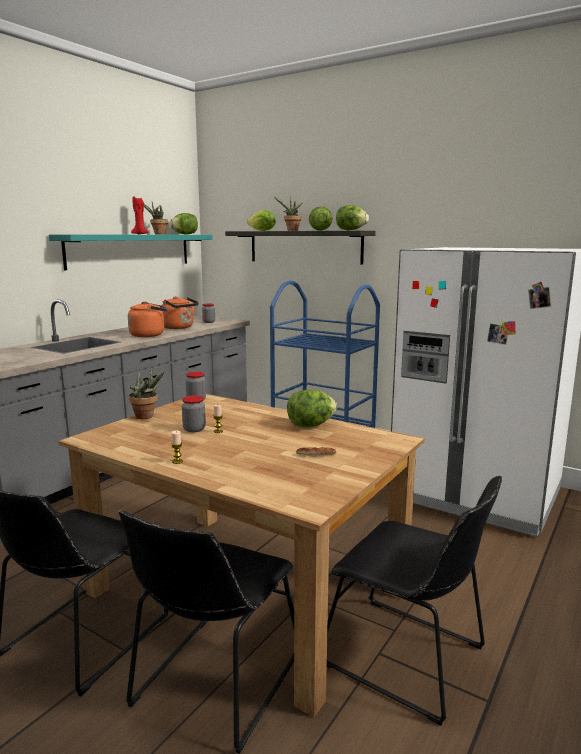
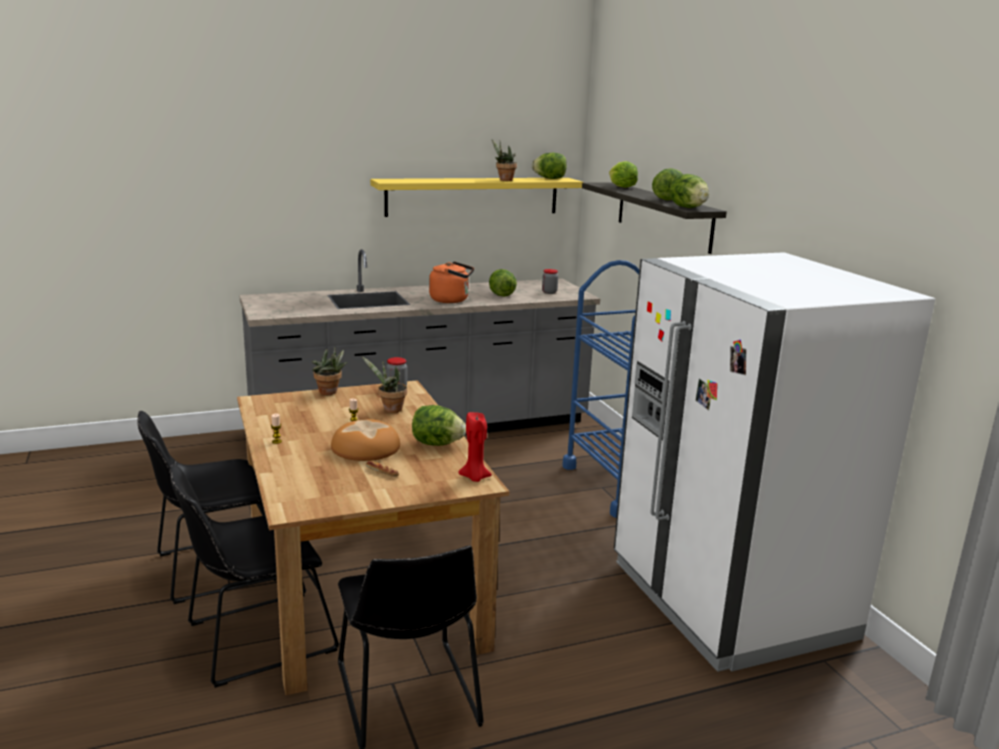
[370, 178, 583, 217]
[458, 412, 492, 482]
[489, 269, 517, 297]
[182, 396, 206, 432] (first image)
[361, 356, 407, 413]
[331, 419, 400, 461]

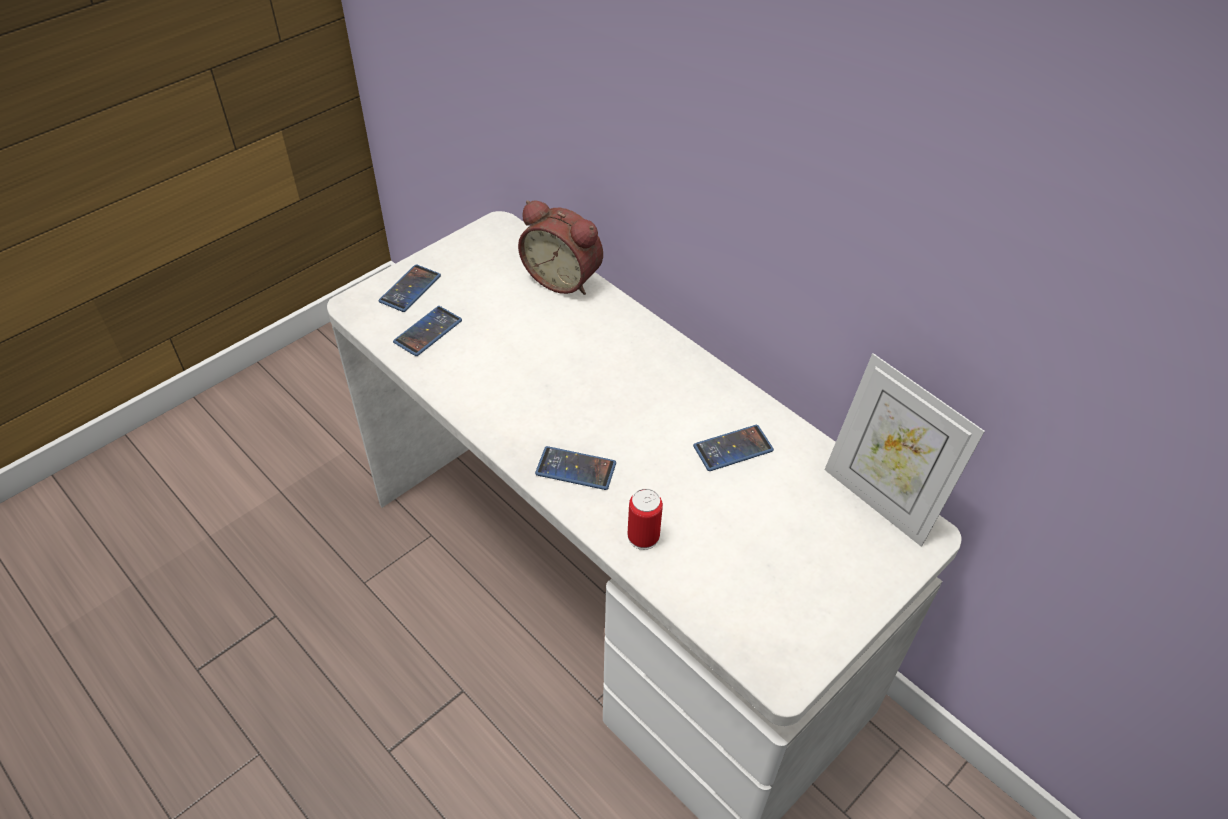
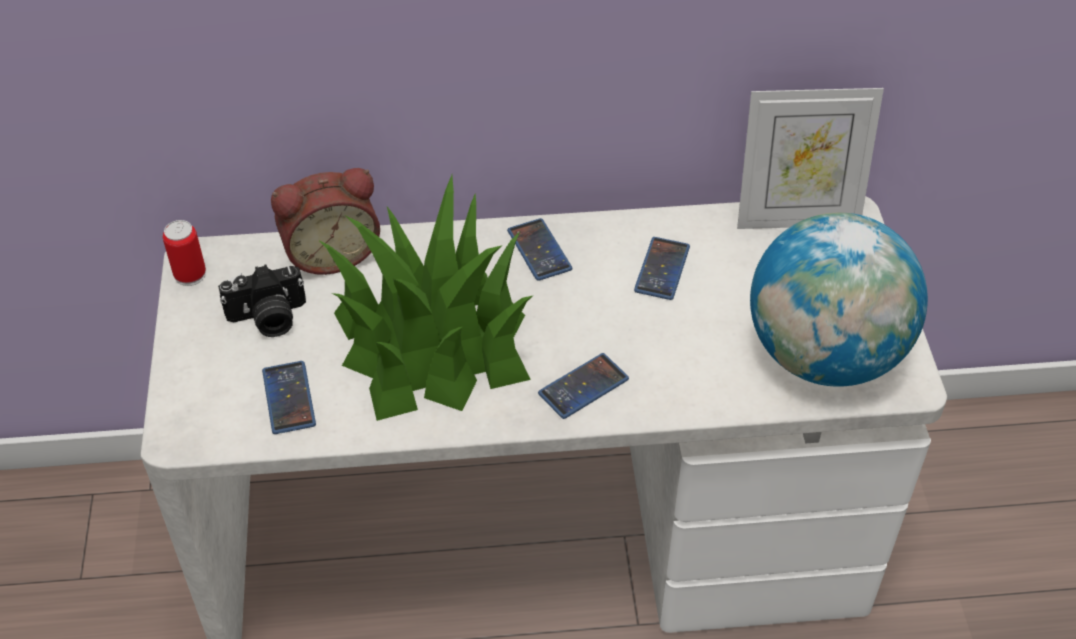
[507, 218, 573, 281]
[163, 220, 206, 286]
[218, 265, 306, 337]
[318, 175, 534, 421]
[750, 212, 928, 387]

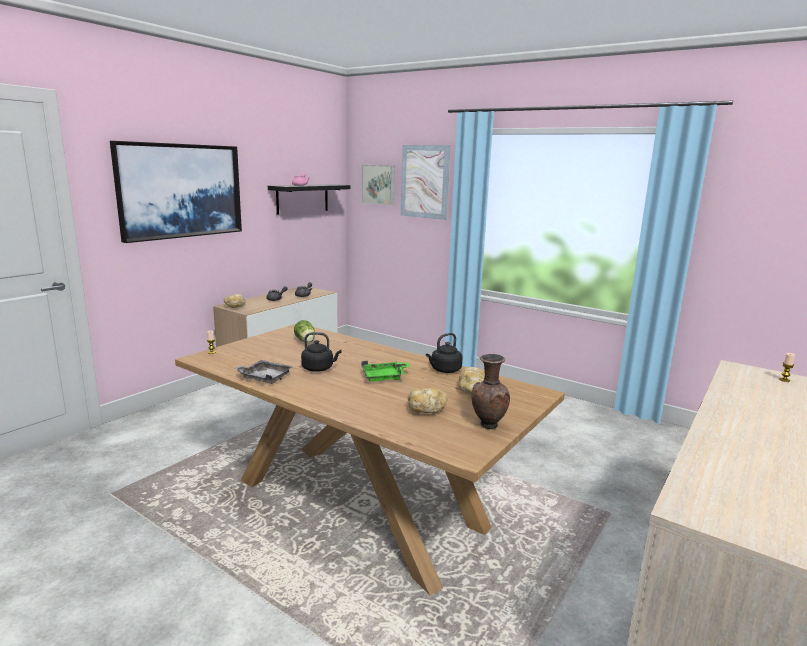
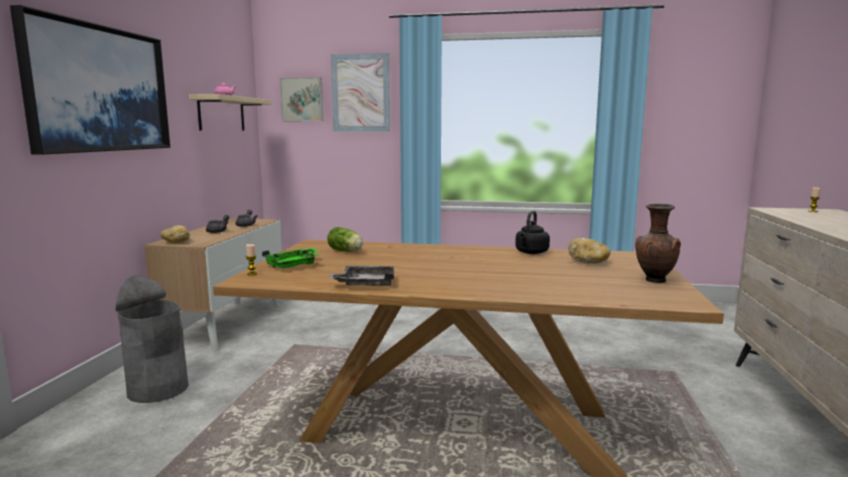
[189, 94, 272, 131]
[301, 332, 342, 372] (first image)
[262, 248, 319, 268]
[408, 387, 448, 413] (first image)
[116, 275, 189, 403]

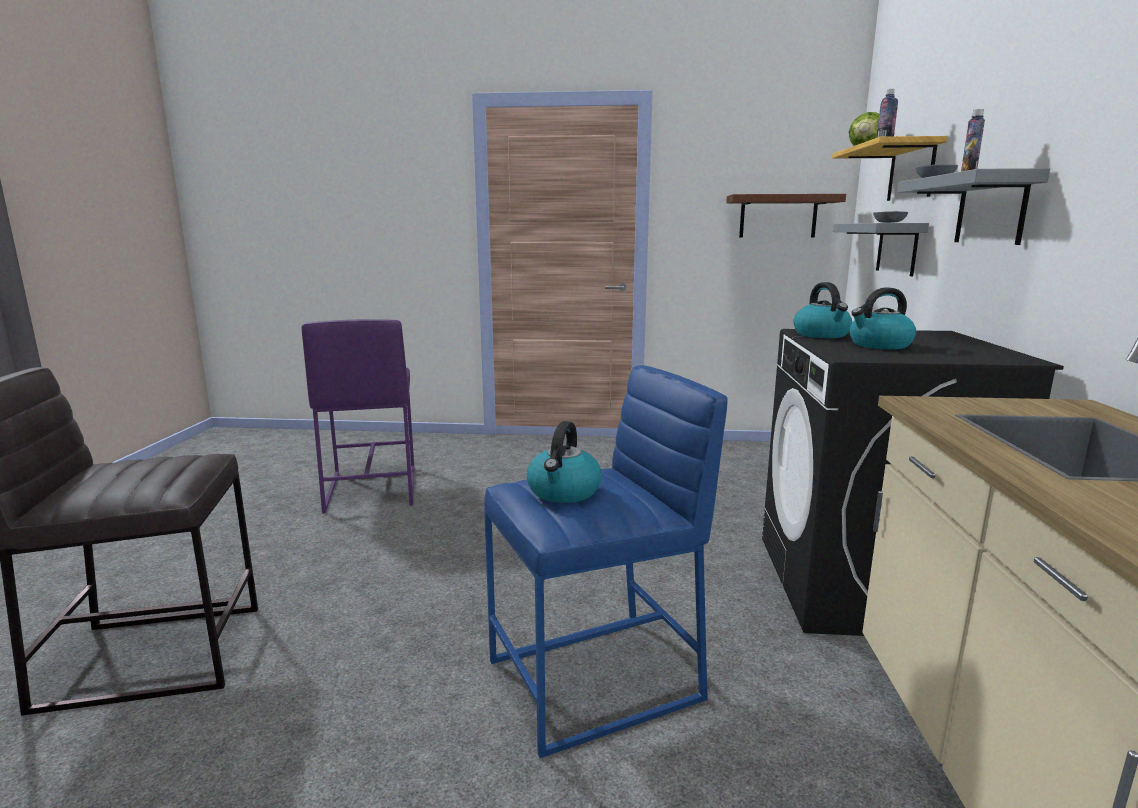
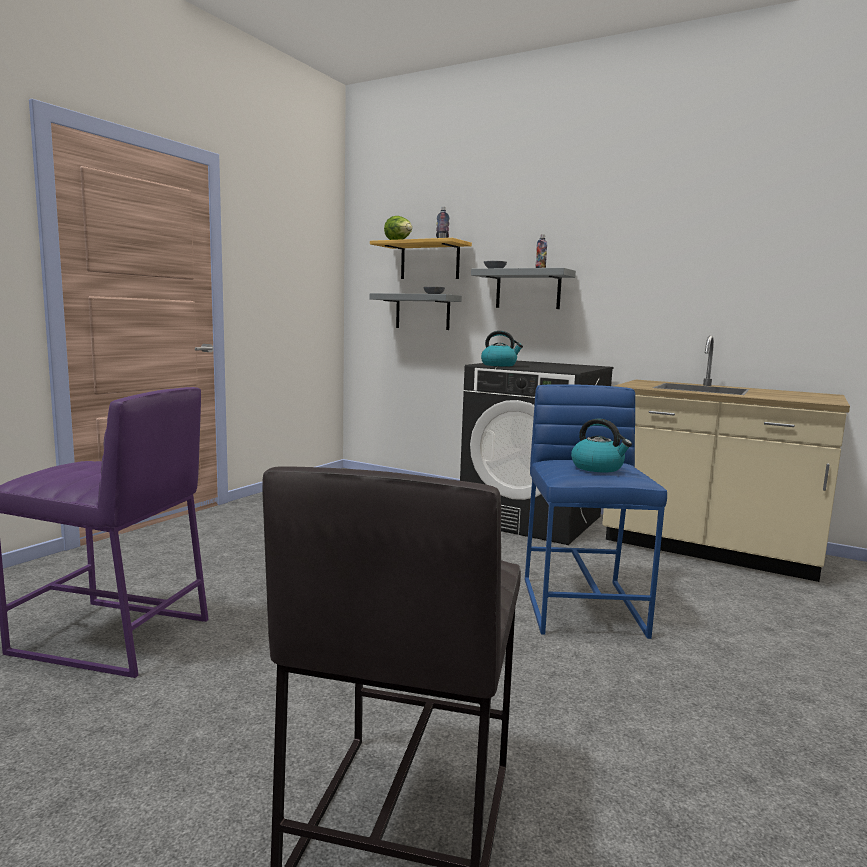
[726, 194, 846, 238] (first image)
[850, 287, 916, 349] (first image)

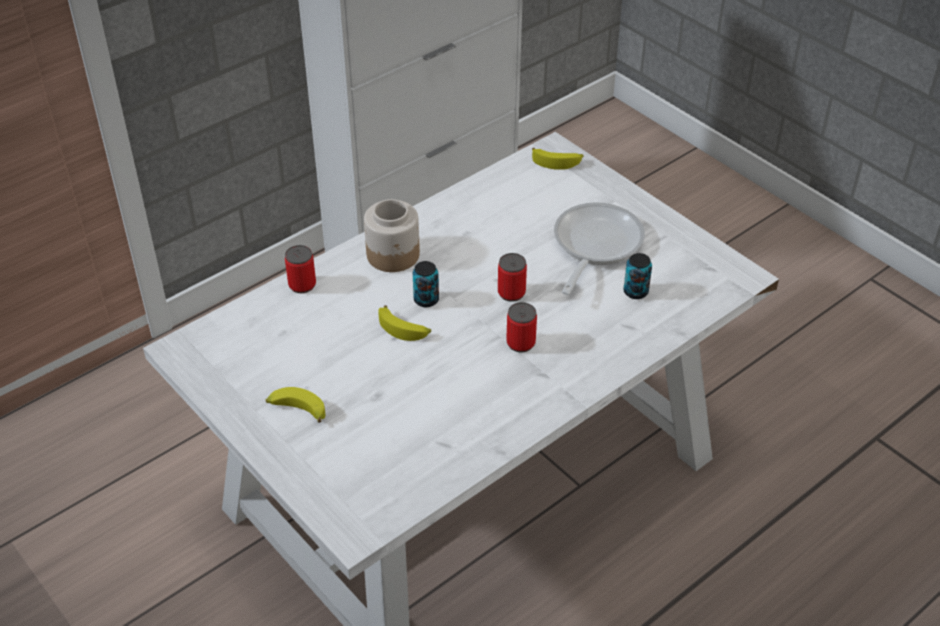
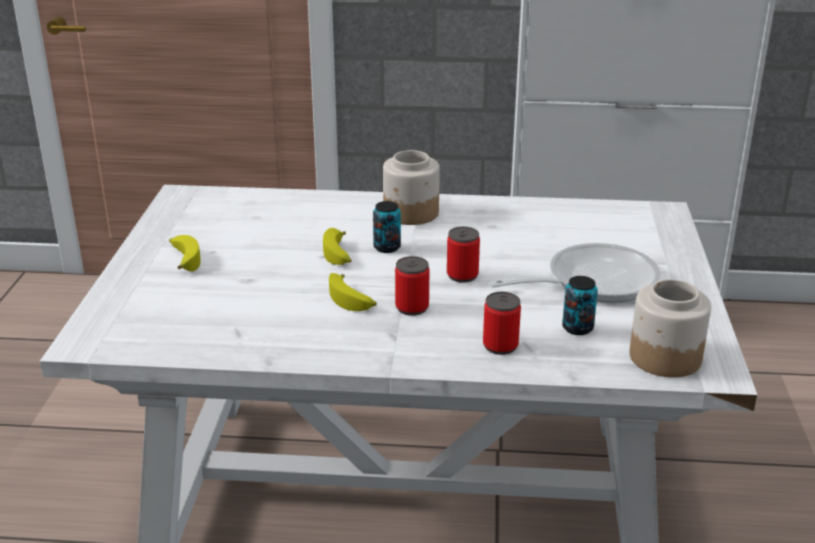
[483, 292, 521, 355]
[329, 273, 377, 311]
[629, 279, 711, 377]

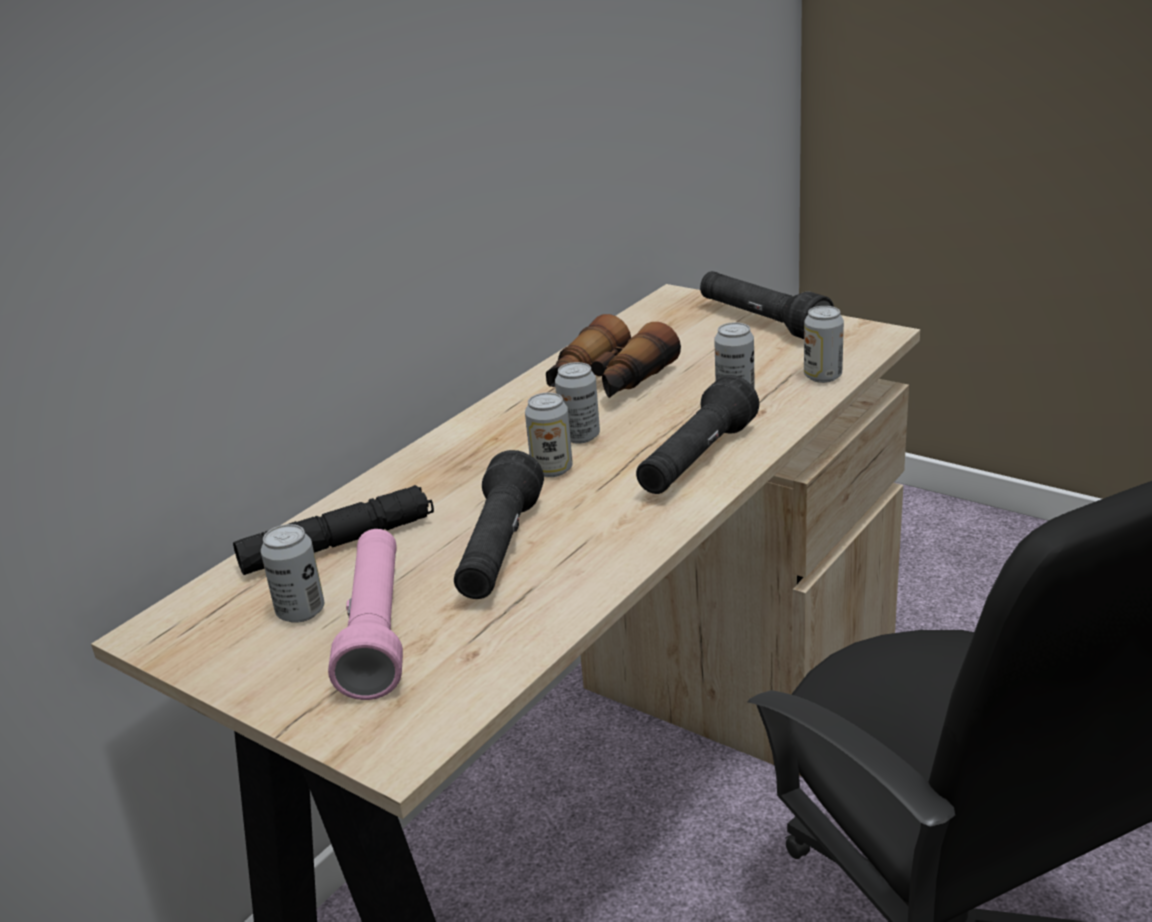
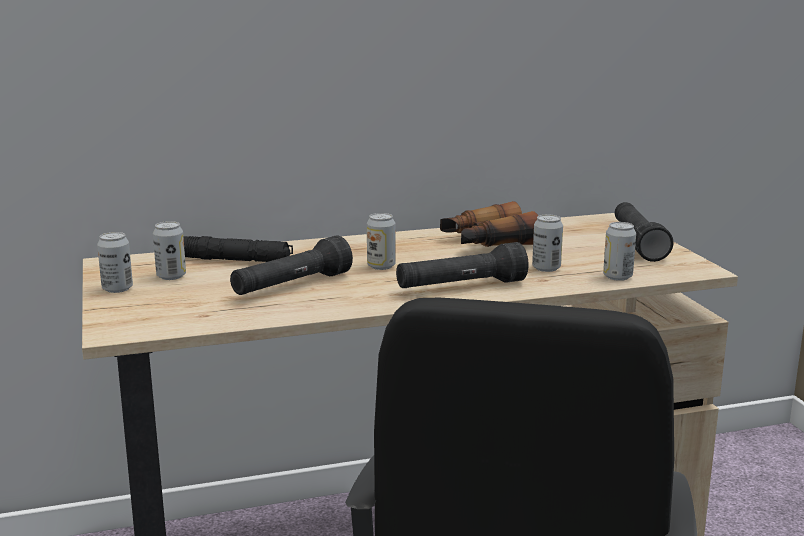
[328, 529, 403, 700] (first image)
[97, 232, 133, 293]

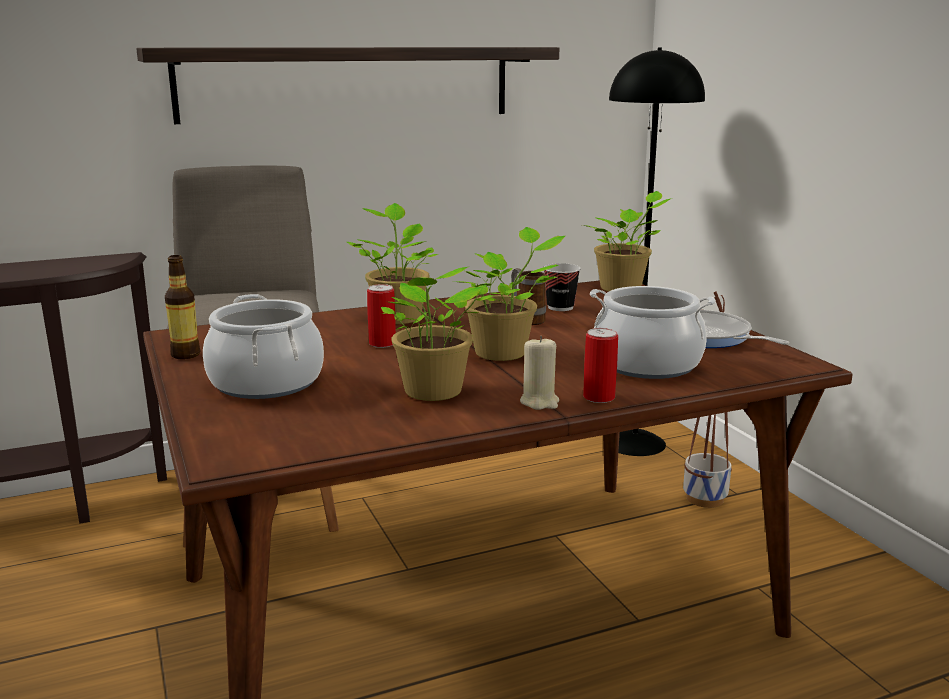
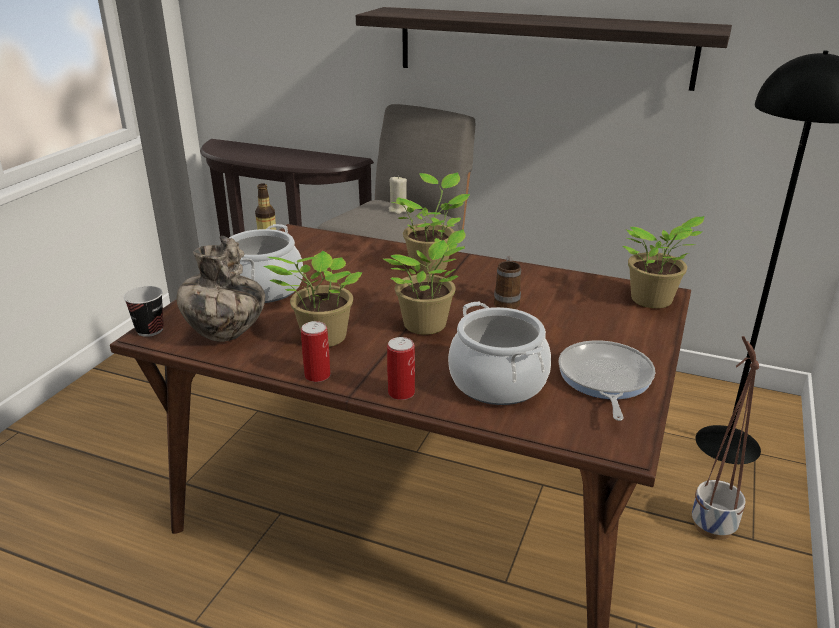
[301, 321, 331, 382]
[389, 176, 408, 214]
[123, 286, 164, 337]
[176, 236, 265, 342]

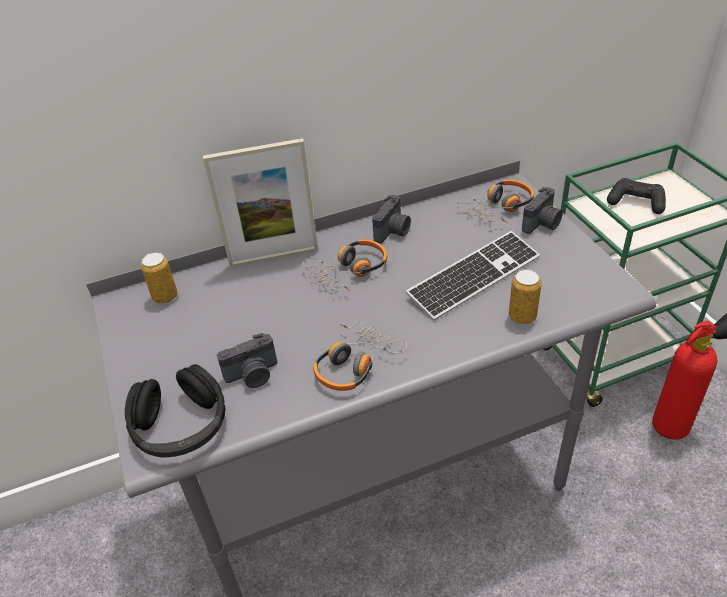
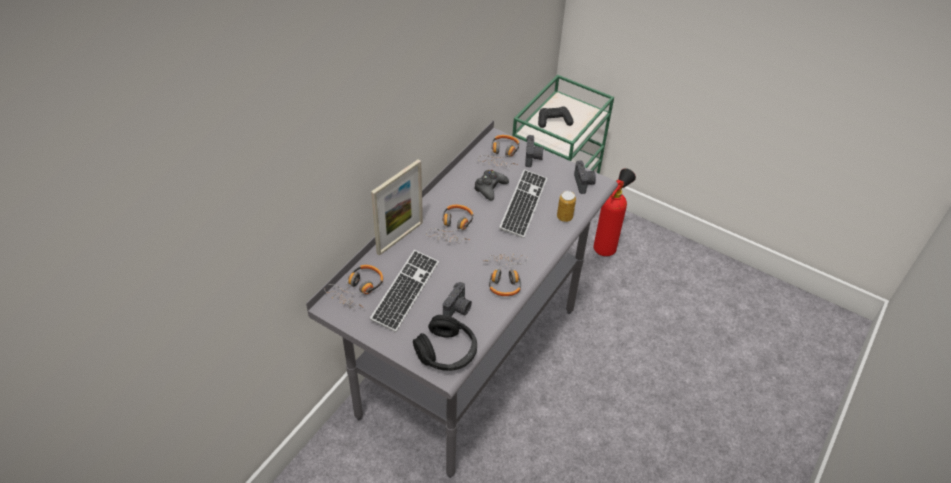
[324, 265, 383, 308]
[574, 160, 596, 194]
[370, 250, 439, 332]
[474, 170, 509, 201]

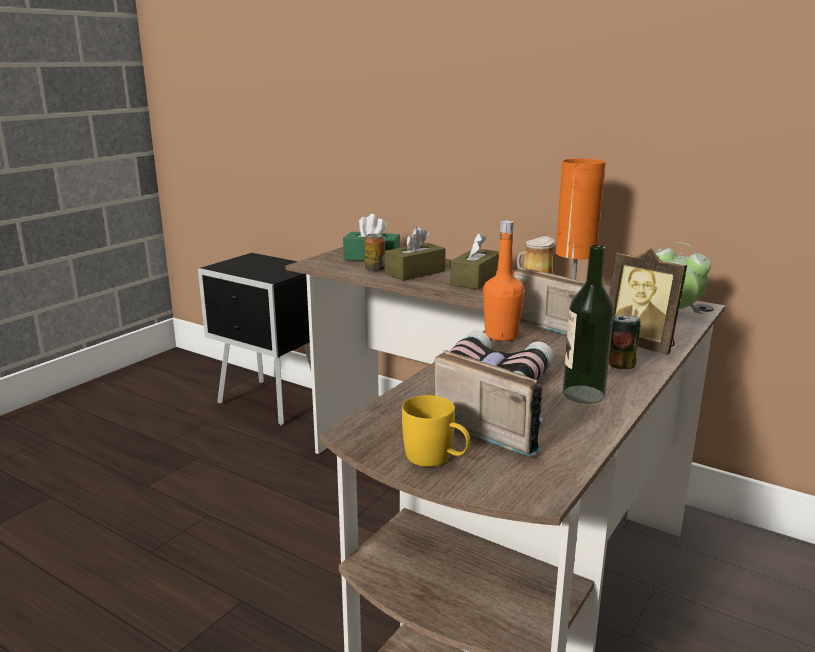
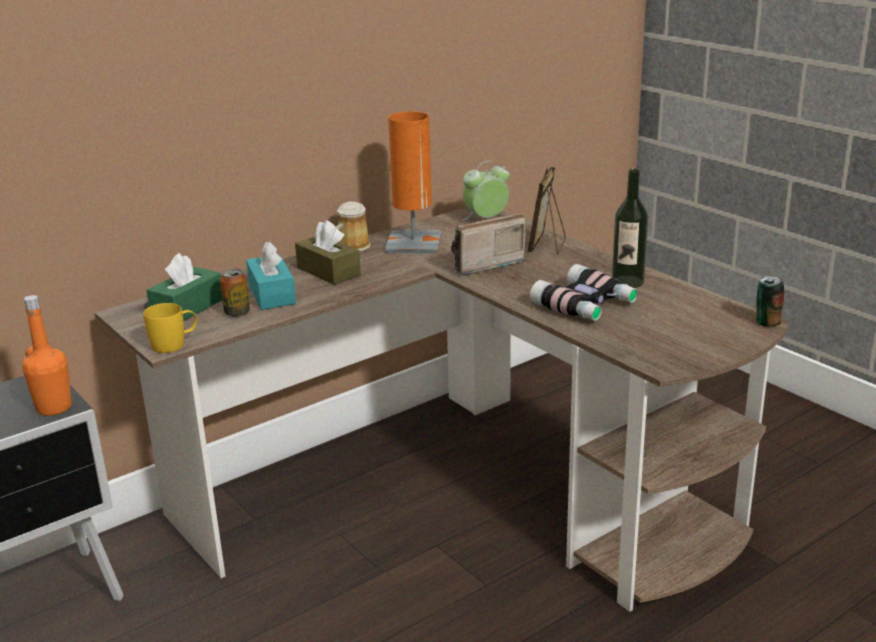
[246, 241, 296, 310]
[143, 303, 197, 353]
[434, 350, 545, 457] (first image)
[22, 295, 72, 416]
[528, 167, 566, 254]
[756, 276, 784, 327]

